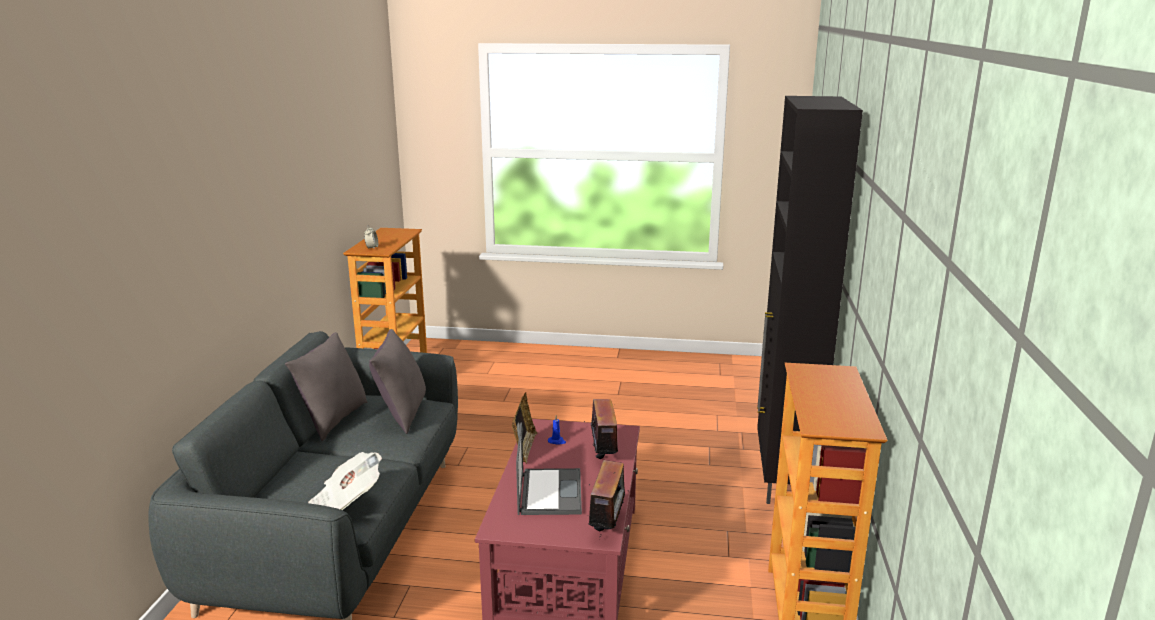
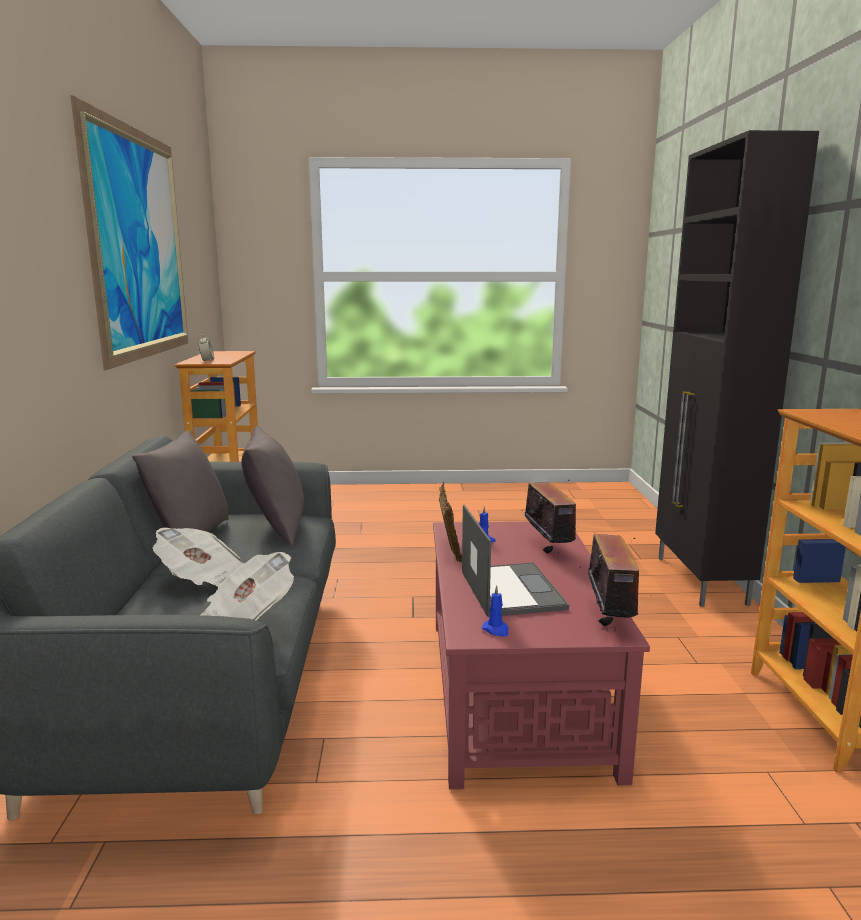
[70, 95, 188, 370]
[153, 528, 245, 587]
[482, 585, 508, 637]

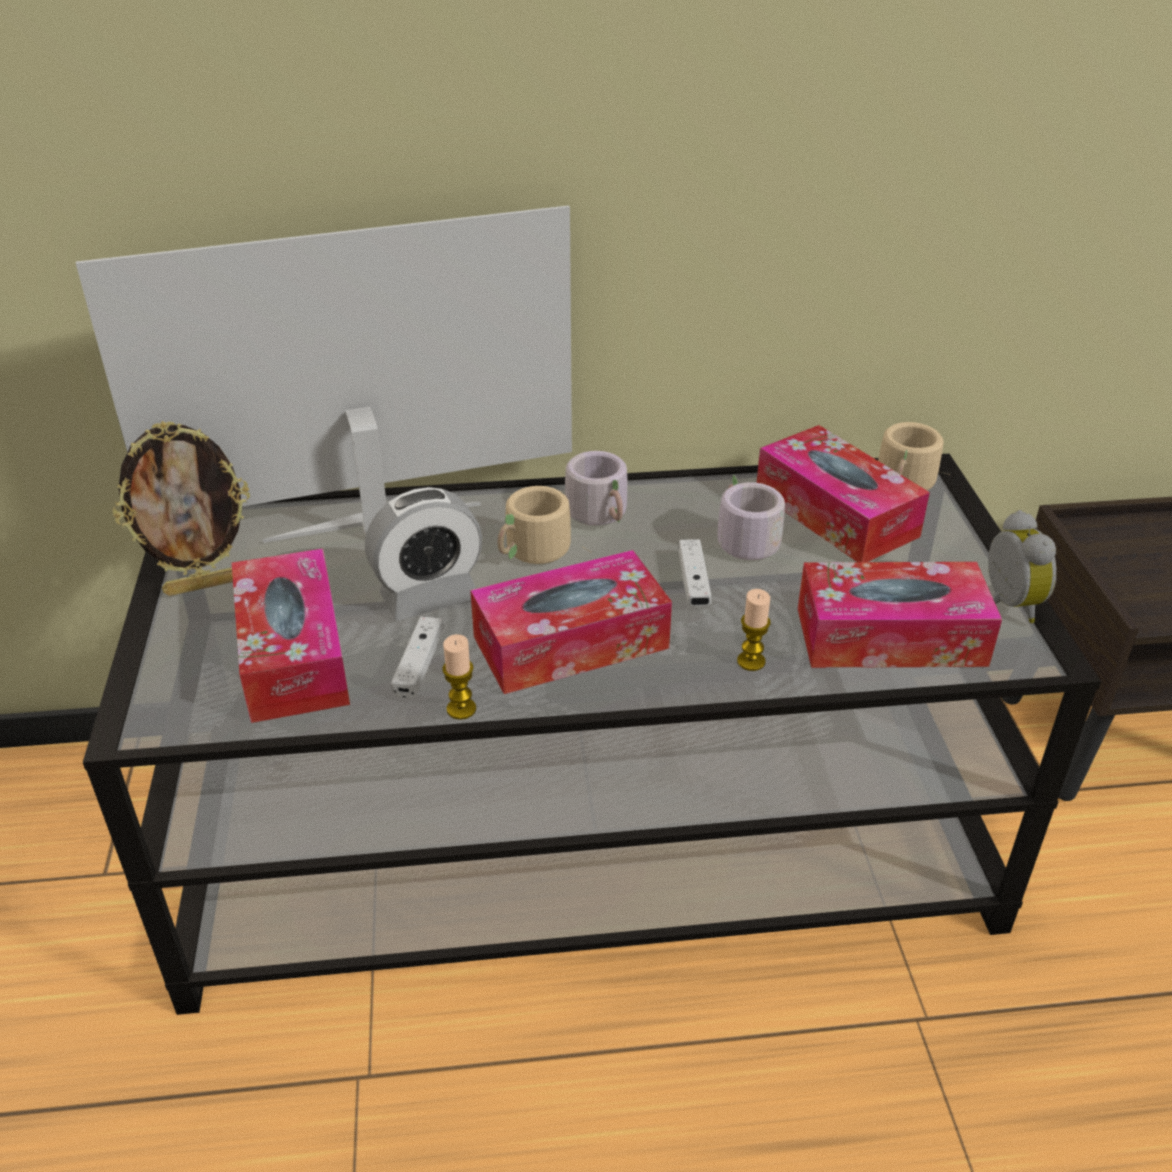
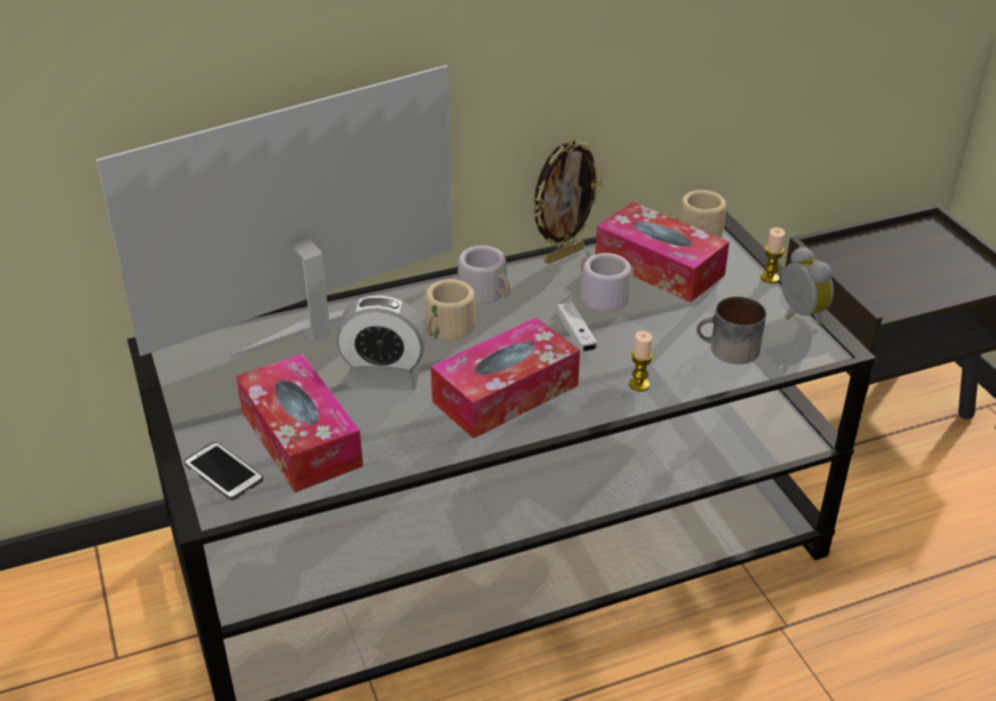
[532, 138, 603, 264]
[336, 295, 426, 391]
[391, 616, 444, 699] (first image)
[761, 227, 785, 284]
[697, 296, 766, 364]
[184, 442, 264, 500]

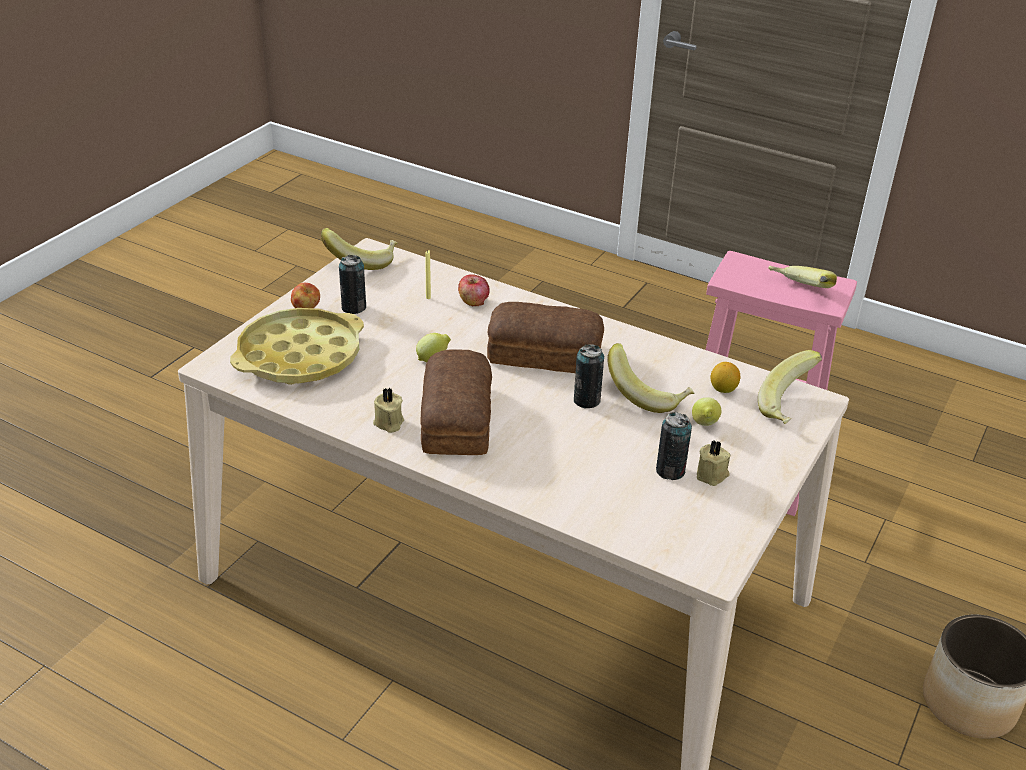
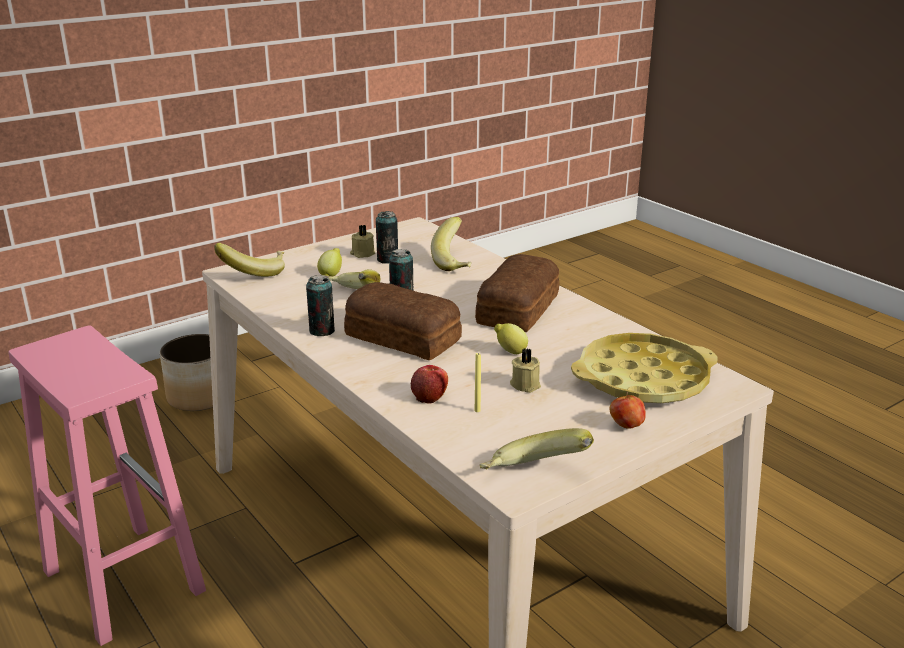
[306, 275, 334, 336]
[510, 349, 541, 393]
[711, 362, 740, 393] (first image)
[431, 217, 472, 271]

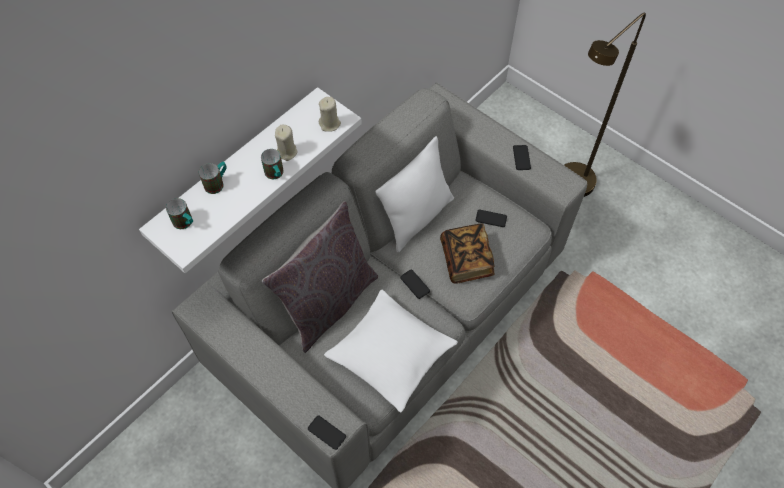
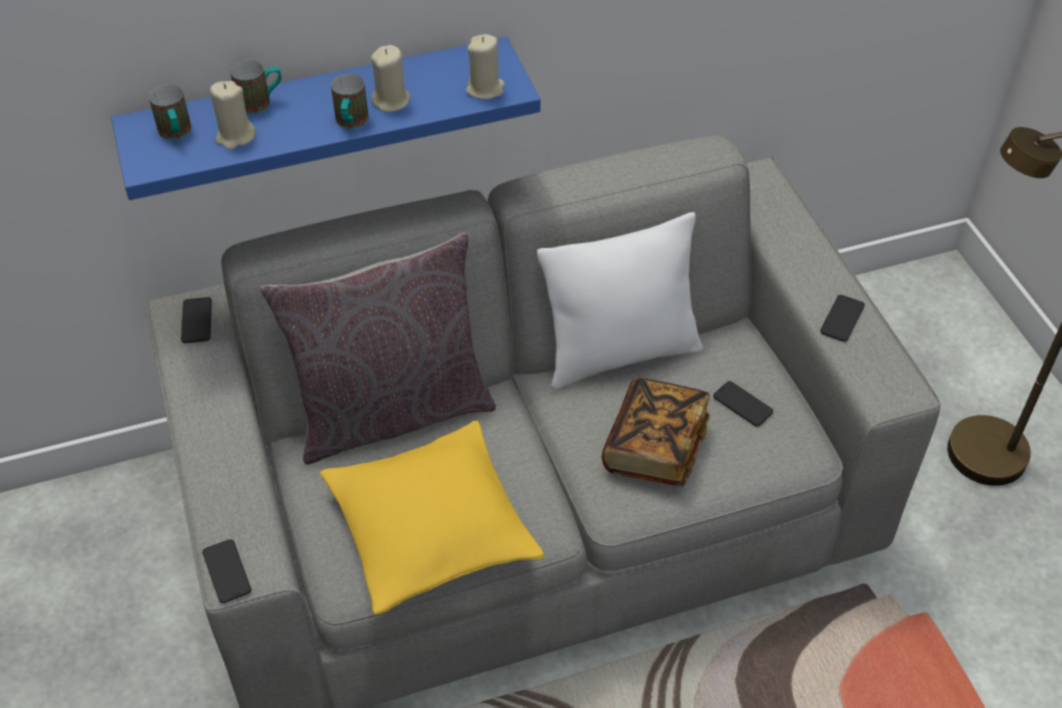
[111, 37, 540, 200]
[320, 421, 545, 615]
[181, 297, 212, 343]
[210, 81, 256, 150]

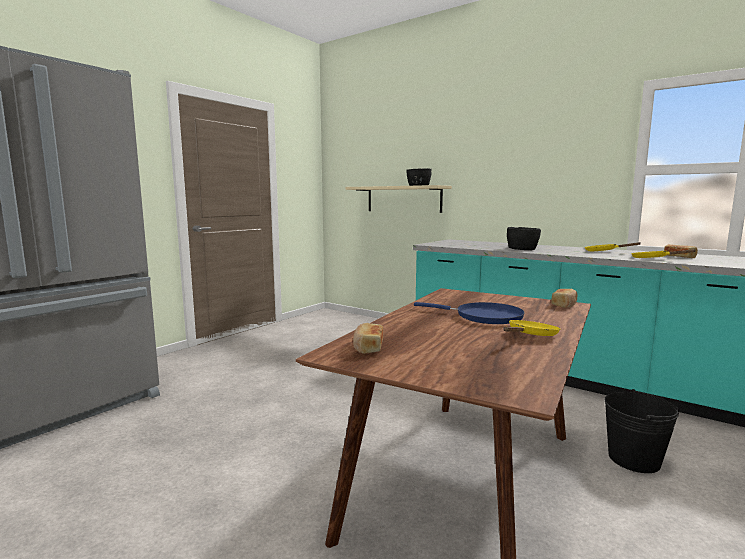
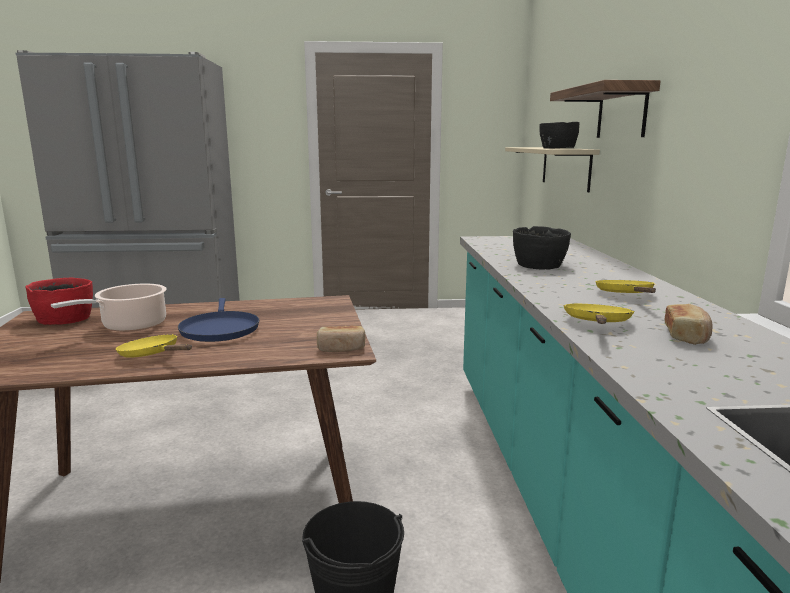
[25, 278, 93, 325]
[116, 334, 192, 358]
[51, 284, 167, 332]
[550, 80, 661, 138]

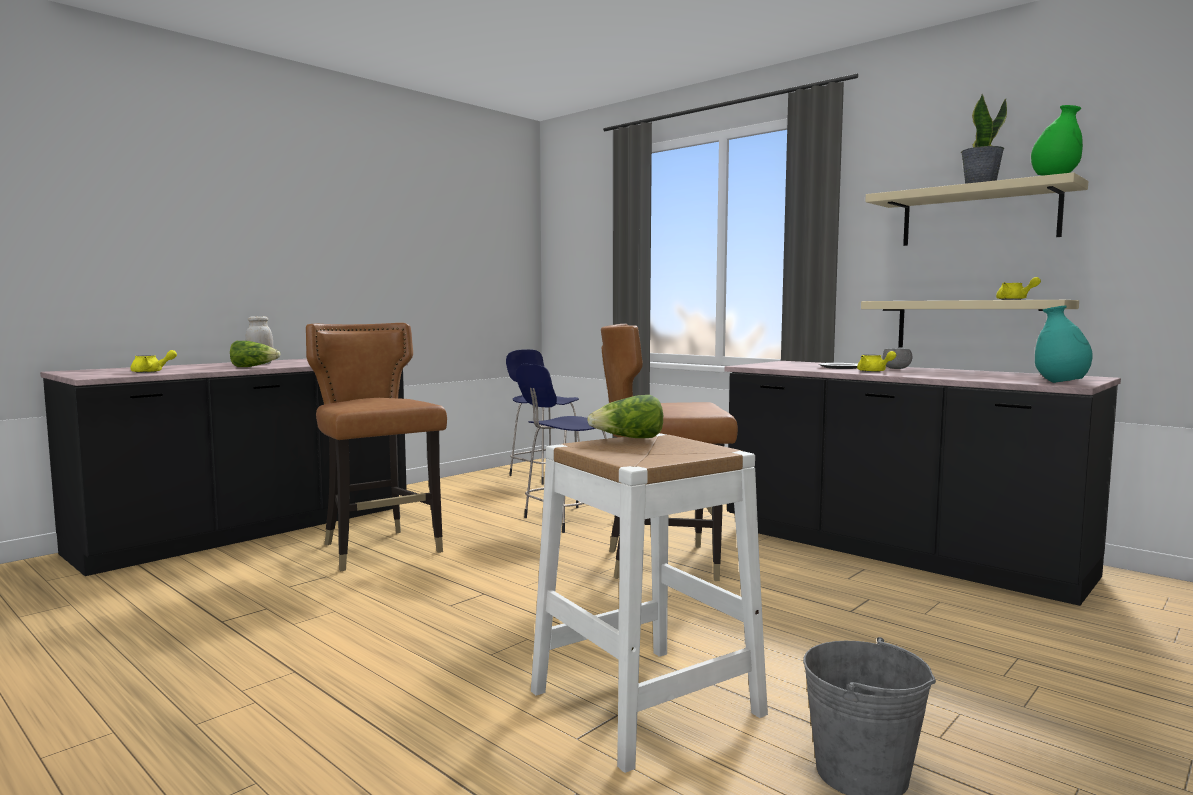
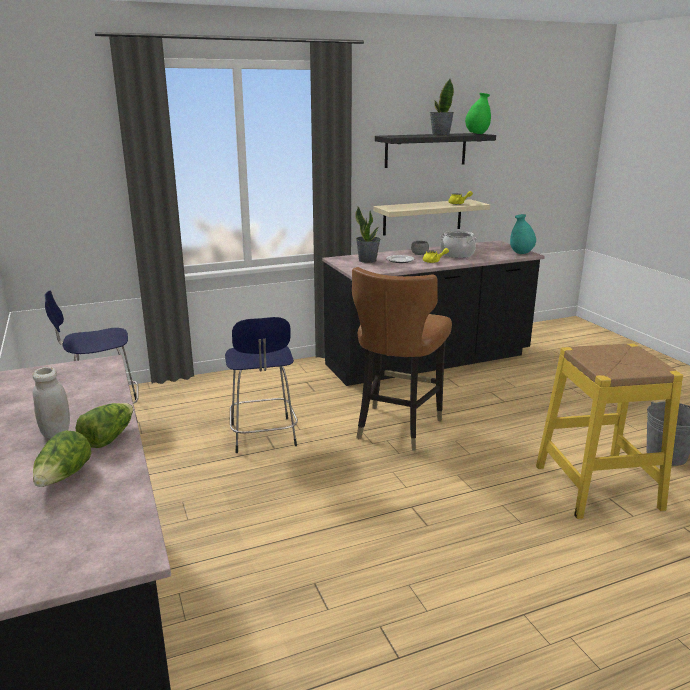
[130, 350, 177, 373] (first image)
[306, 323, 447, 571] (first image)
[536, 343, 683, 519]
[33, 431, 91, 487]
[375, 133, 496, 168]
[356, 207, 380, 263]
[441, 231, 477, 258]

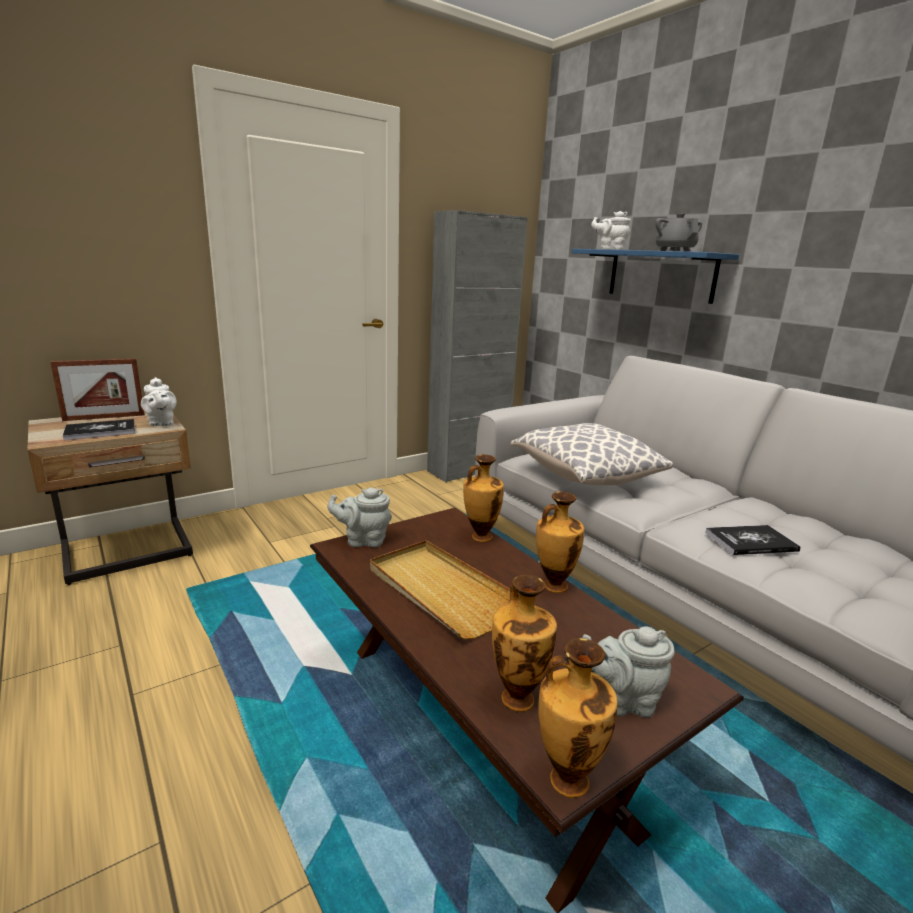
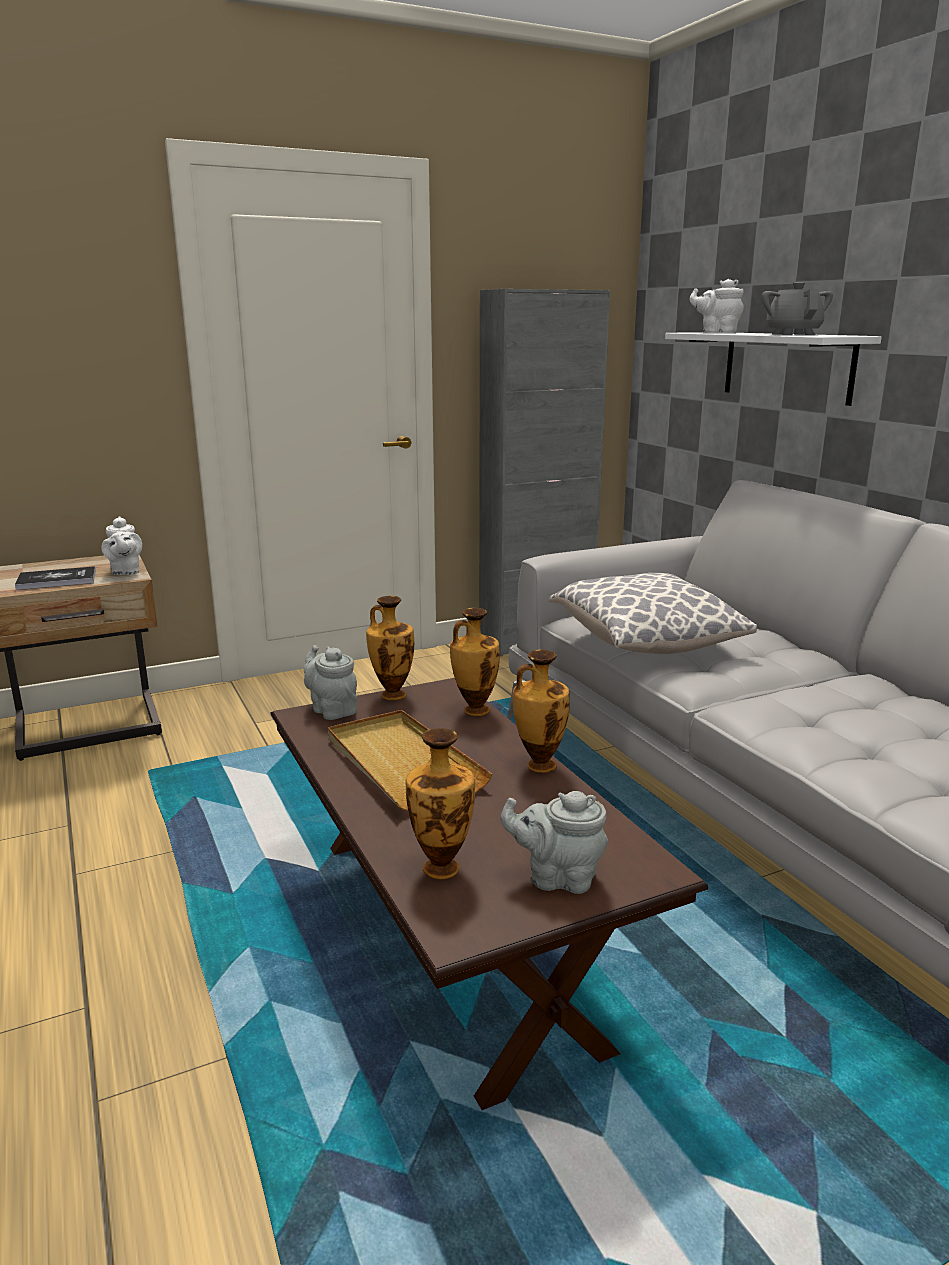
[50, 359, 145, 421] (first image)
[304, 645, 357, 720]
[366, 595, 414, 700]
[665, 332, 882, 406]
[705, 525, 801, 555] (first image)

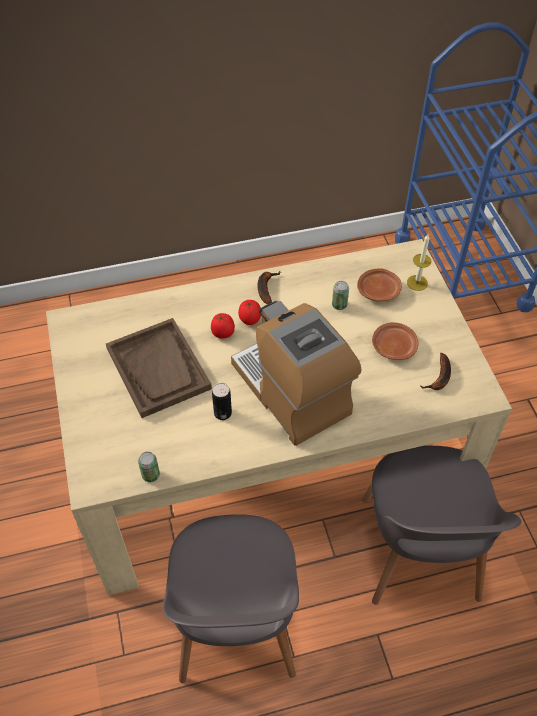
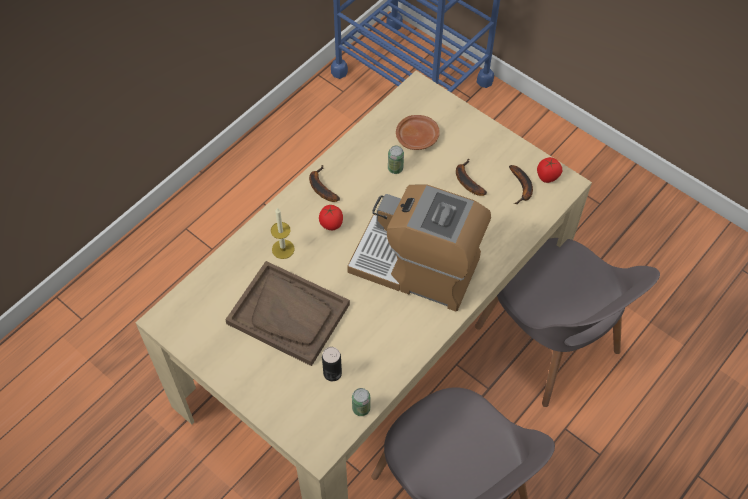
[537, 157, 562, 183]
[322, 347, 342, 381]
[456, 159, 487, 196]
[271, 208, 295, 259]

